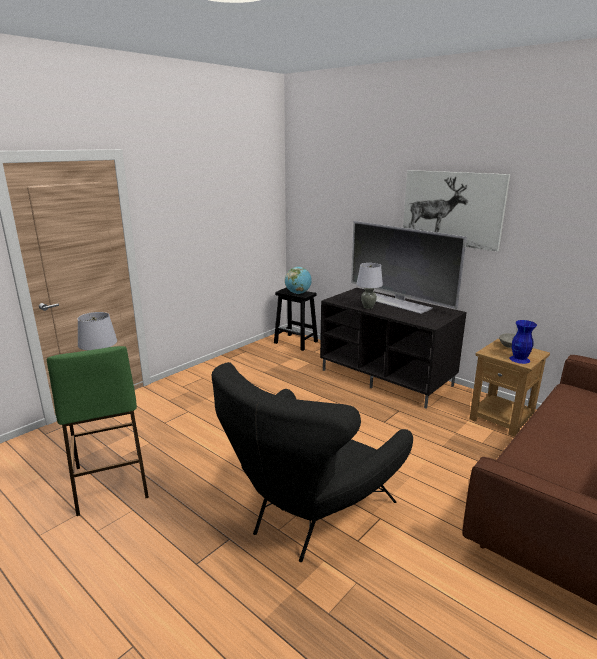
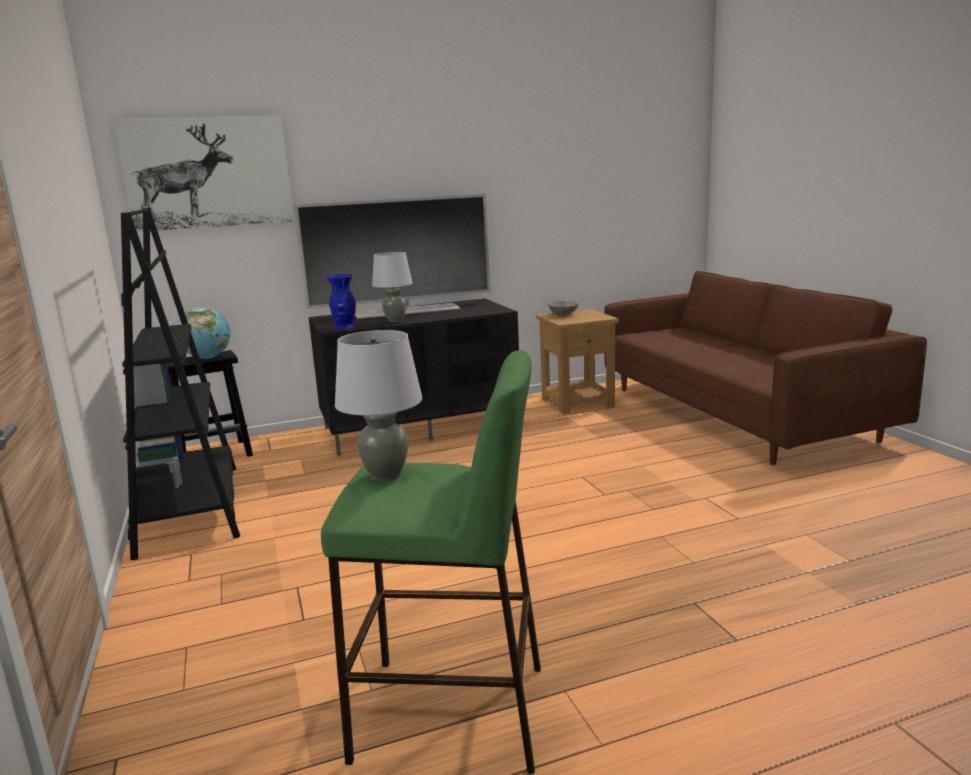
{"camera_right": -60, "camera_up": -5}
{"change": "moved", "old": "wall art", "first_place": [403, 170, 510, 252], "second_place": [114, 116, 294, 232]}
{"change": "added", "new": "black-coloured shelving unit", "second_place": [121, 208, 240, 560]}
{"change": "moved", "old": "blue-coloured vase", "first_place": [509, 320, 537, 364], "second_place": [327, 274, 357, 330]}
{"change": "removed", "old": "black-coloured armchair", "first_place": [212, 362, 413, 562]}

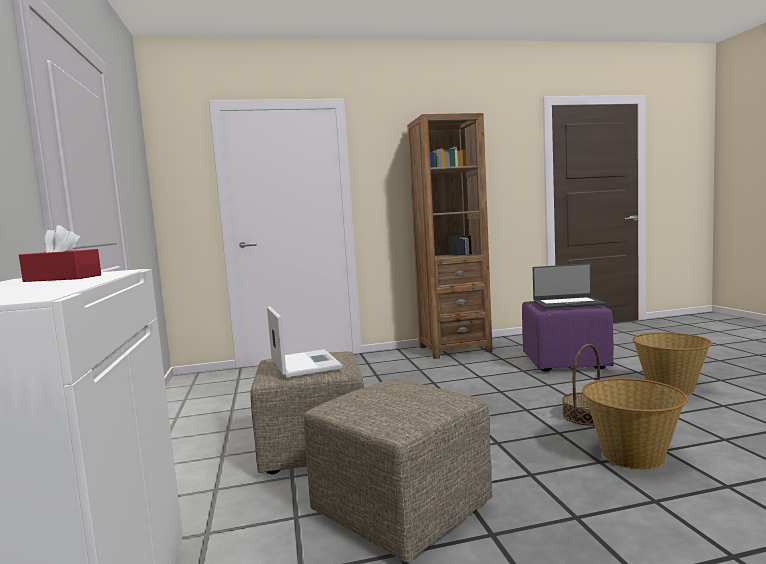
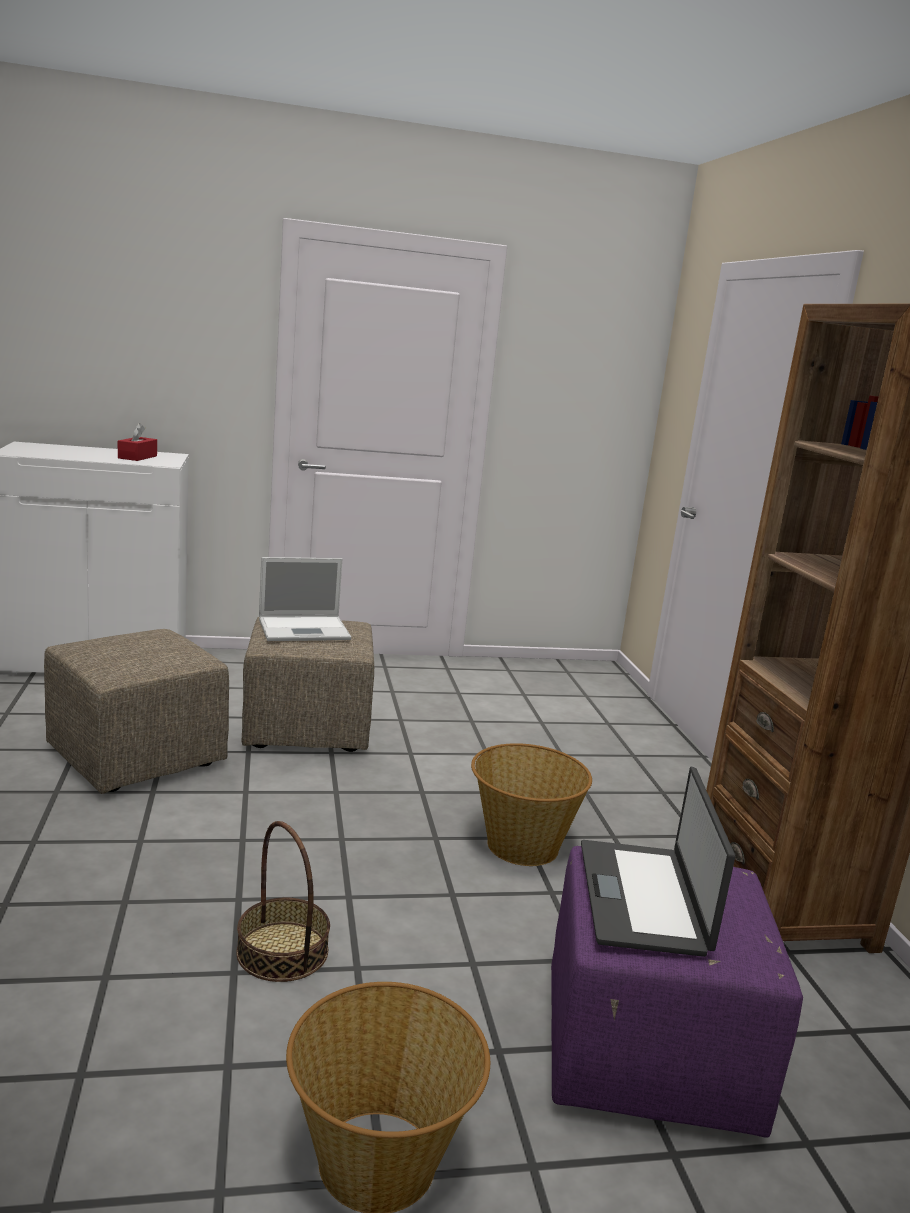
{"camera_right": 90, "camera_up": 10}
{"change": "moved", "old": "storage basket", "first_place": [582, 378, 688, 470], "second_place": [471, 743, 592, 866]}

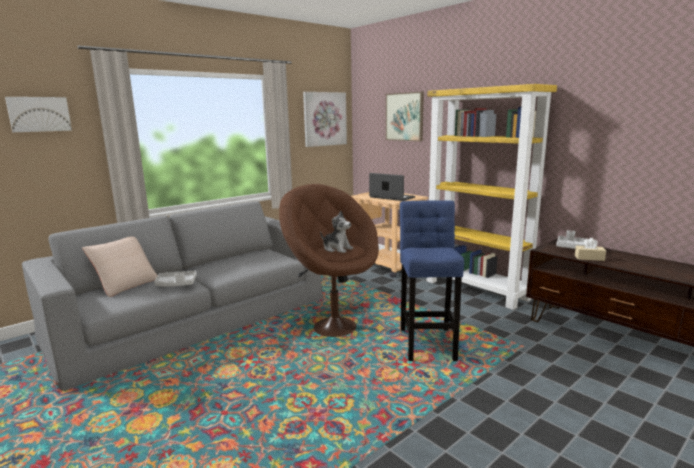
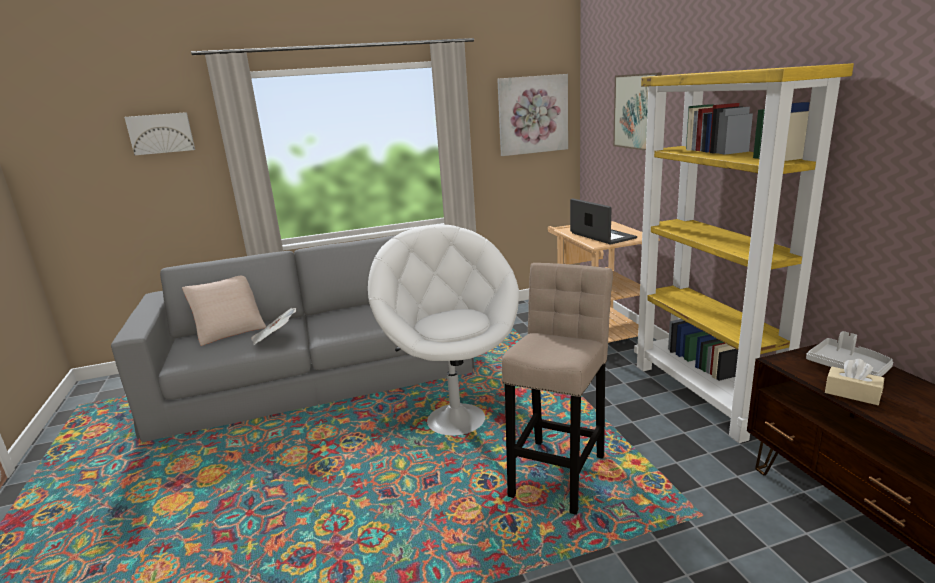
{"camera_right": 25, "camera_up": 5}
{"change": "replaced", "old": "greyish serving tray", "new": "daily paper", "first_place": [154, 271, 197, 286], "second_place": [251, 308, 296, 345]}
{"change": "recoloured", "old": "brown armchair", "new": "white-coloured armchair", "first_place": [279, 184, 379, 337], "second_place": [368, 225, 519, 435]}
{"change": "recoloured", "old": "blue-coloured sitting stool", "new": "beige-coloured sitting stool", "first_place": [400, 200, 464, 361], "second_place": [502, 263, 613, 515]}
{"change": "removed", "old": "cuddly toy", "first_place": [320, 211, 353, 253]}

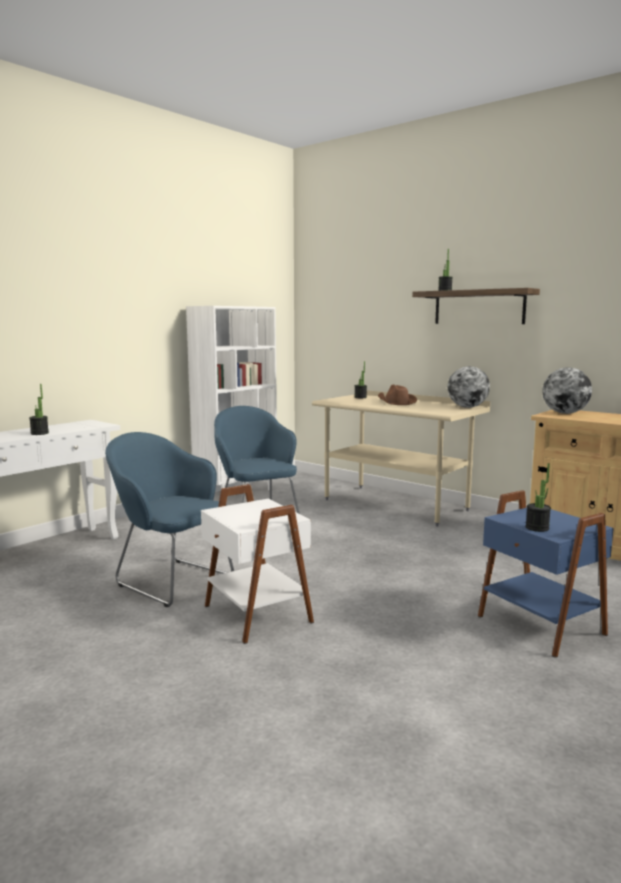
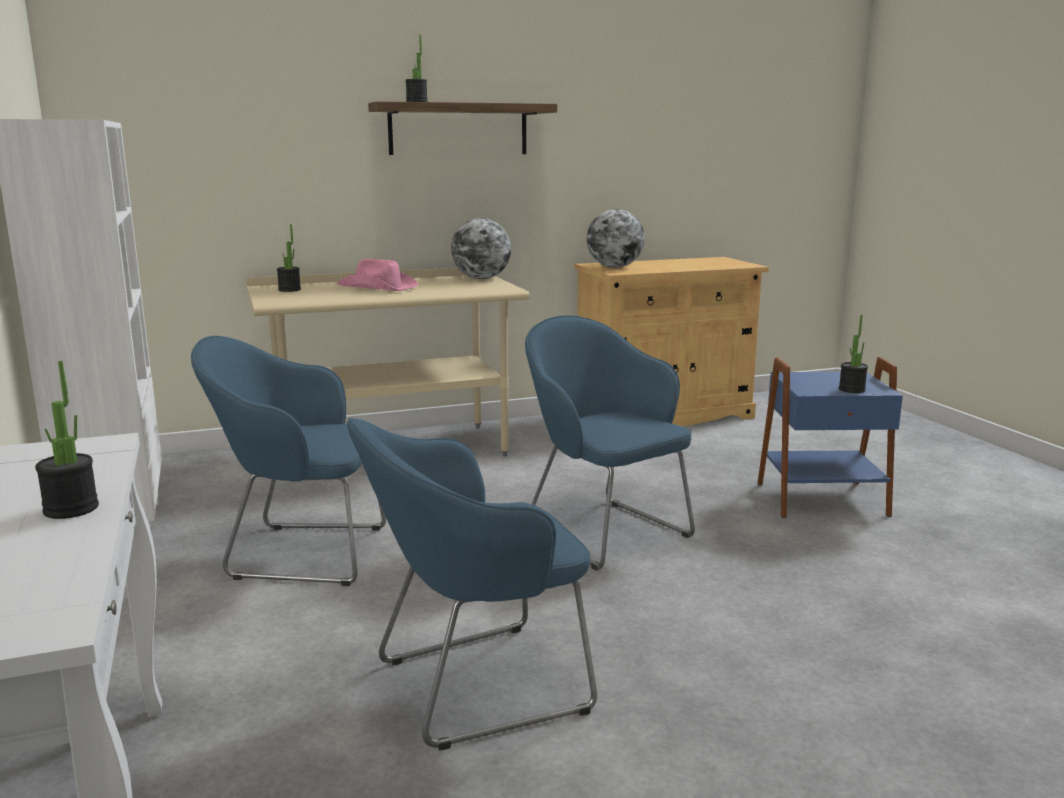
{"camera_right": -60, "camera_up": 5}
{"change": "recoloured", "old": "brown wearable hat", "new": "pink-coloured wearable hat", "first_place": [378, 385, 417, 405], "second_place": [337, 259, 418, 291]}
{"change": "added", "new": "blue-coloured armchair", "second_place": [525, 315, 695, 571]}
{"change": "removed", "old": "white-coloured side table", "first_place": [201, 484, 314, 644]}

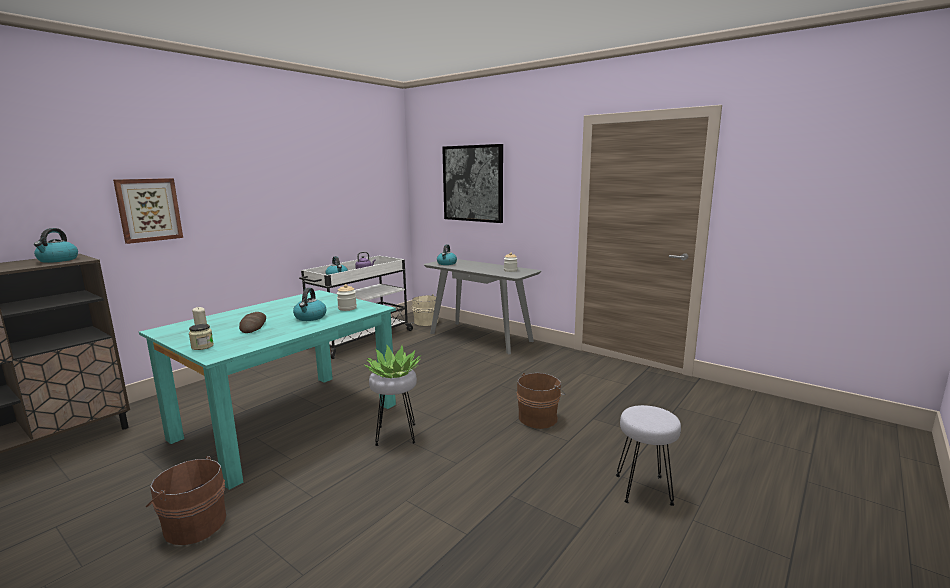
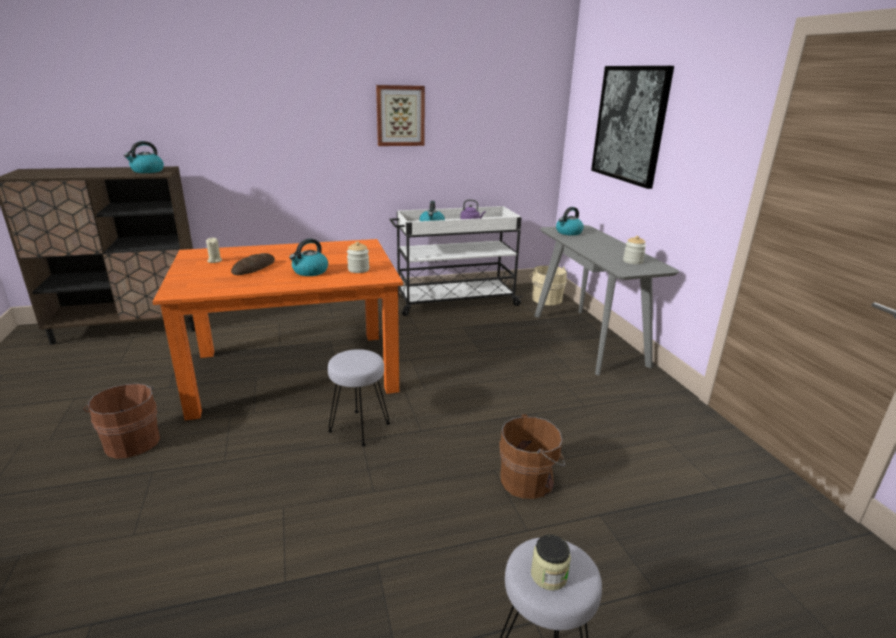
{"camera_right": 35, "camera_up": 10}
{"change": "recoloured", "old": "blue-green kitchen table", "new": "orange kitchen table", "first_place": [139, 290, 396, 490], "second_place": [153, 239, 403, 420]}
{"change": "moved", "old": "wall art", "first_place": [113, 178, 183, 244], "second_place": [376, 85, 425, 146]}
{"change": "moved", "old": "storage jar", "first_place": [189, 324, 214, 350], "second_place": [531, 535, 571, 590]}
{"change": "removed", "old": "plant in a pot", "first_place": [364, 344, 421, 378]}

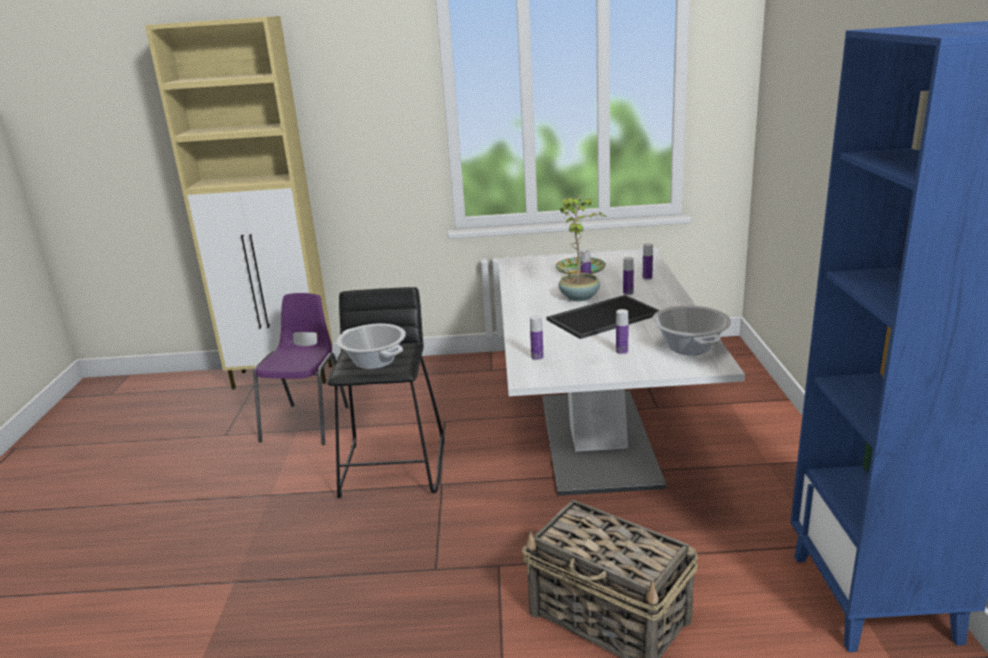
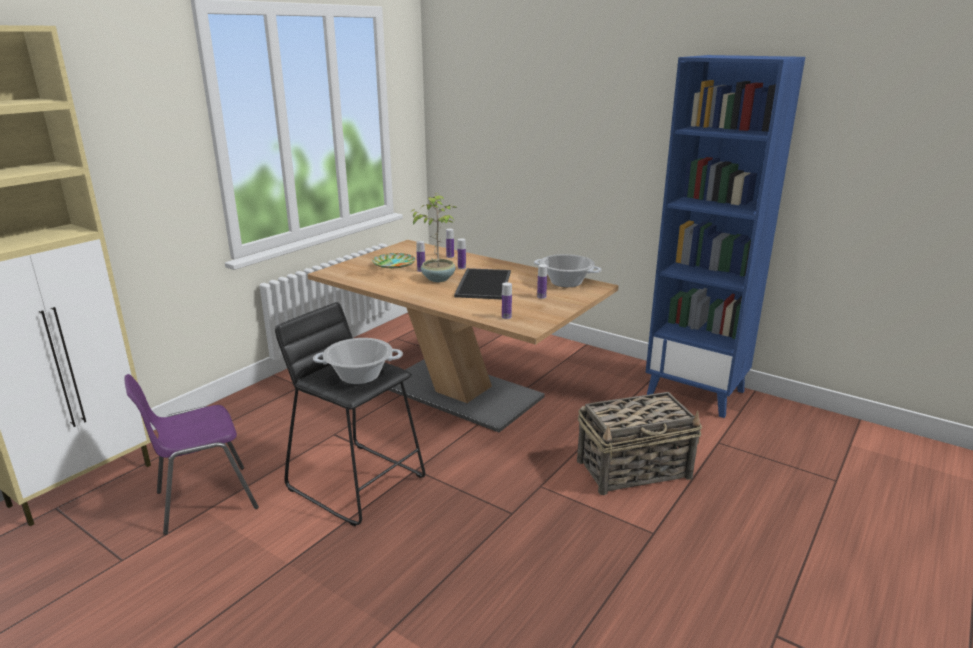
{"camera_right": -55, "camera_up": 0}
{"change": "turned", "old": "purplish plain chair", "first_place": [253, 293, 349, 445], "second_place": [125, 374, 259, 535], "degrees": -75}
{"change": "recoloured", "old": "white-coloured kitchen table", "new": "brown kitchen table", "first_place": [498, 248, 745, 496], "second_place": [307, 240, 619, 432]}

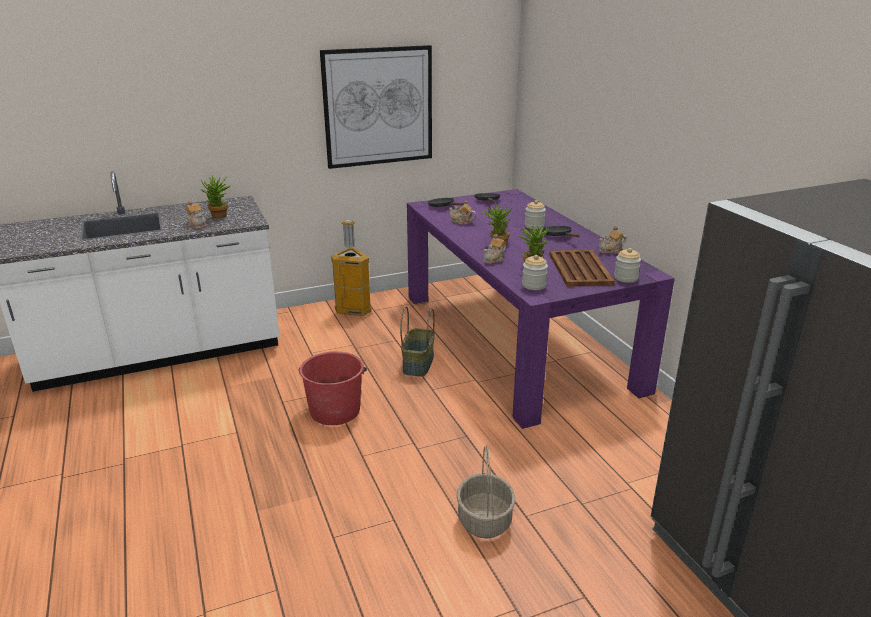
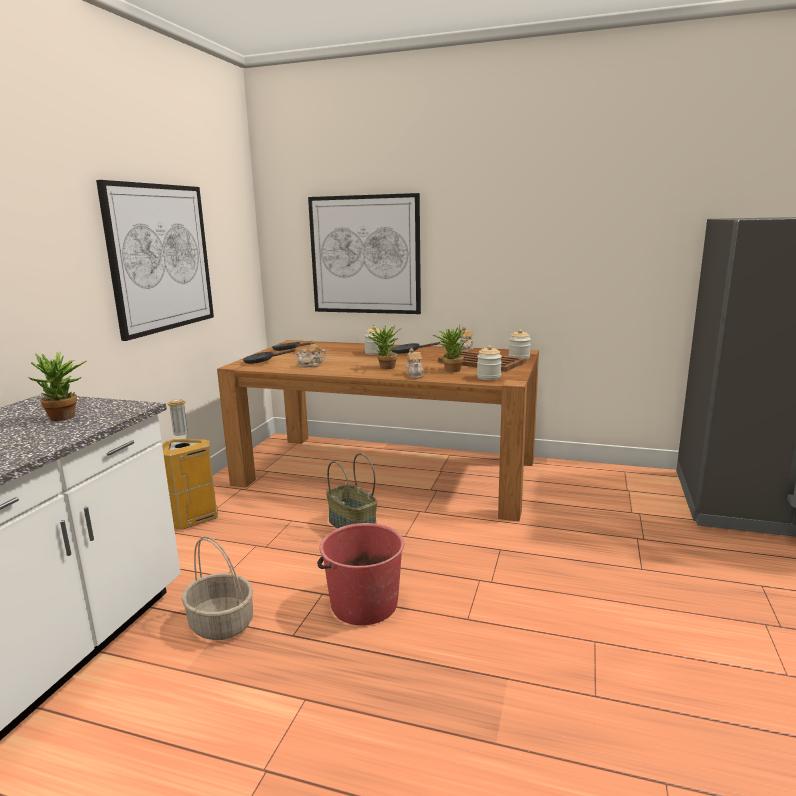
{"camera_right": -50, "camera_up": -10}
{"change": "moved", "old": "storage basket", "first_place": [456, 445, 515, 539], "second_place": [182, 536, 253, 640]}
{"change": "recoloured", "old": "purplish kitchen table", "new": "brown kitchen table", "first_place": [407, 189, 675, 429], "second_place": [217, 340, 539, 521]}
{"change": "added", "new": "wall art", "second_place": [308, 193, 421, 314]}
{"change": "removed", "old": "tea pot", "first_place": [185, 201, 206, 229]}

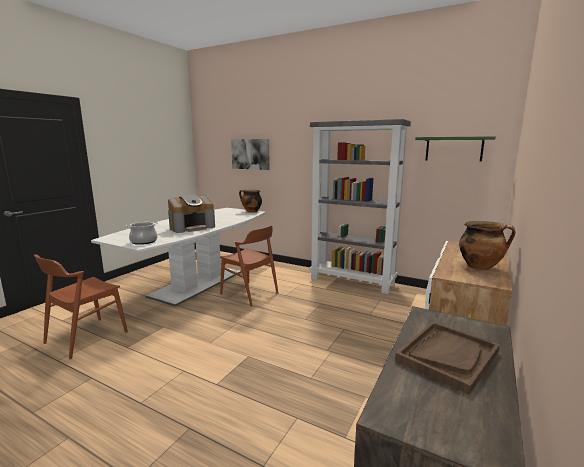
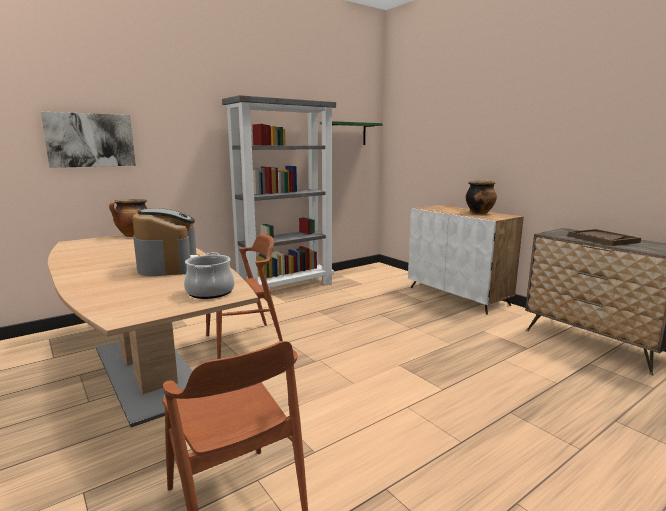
{"camera_right": -65, "camera_up": 0}
{"change": "recoloured", "old": "white-coloured kitchen table", "new": "brown kitchen table", "first_place": [91, 208, 266, 306], "second_place": [48, 235, 258, 427]}

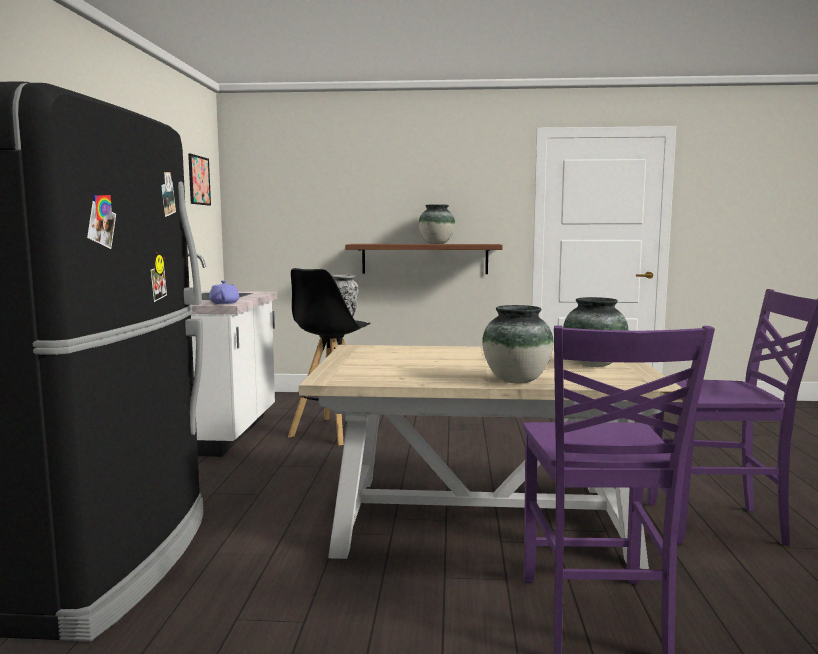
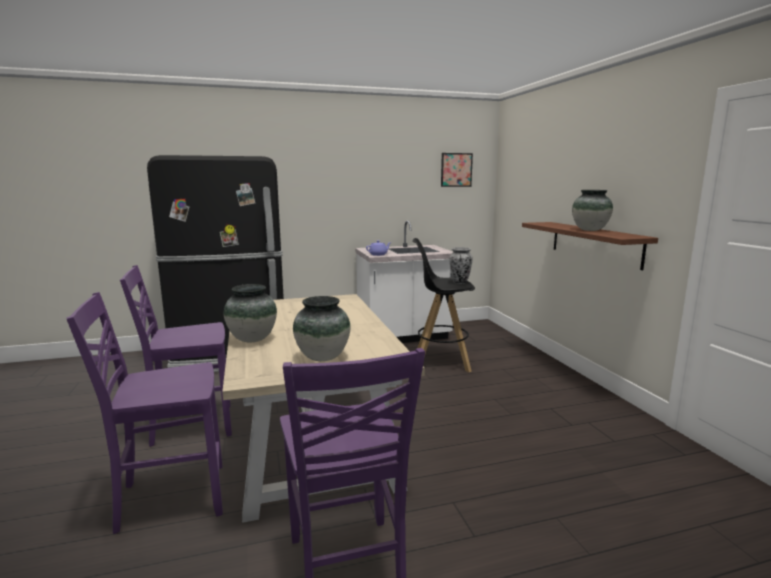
{"camera_right": 70, "camera_up": 5}
{"change": "added", "new": "purplish plain chair", "second_place": [120, 265, 232, 447]}

